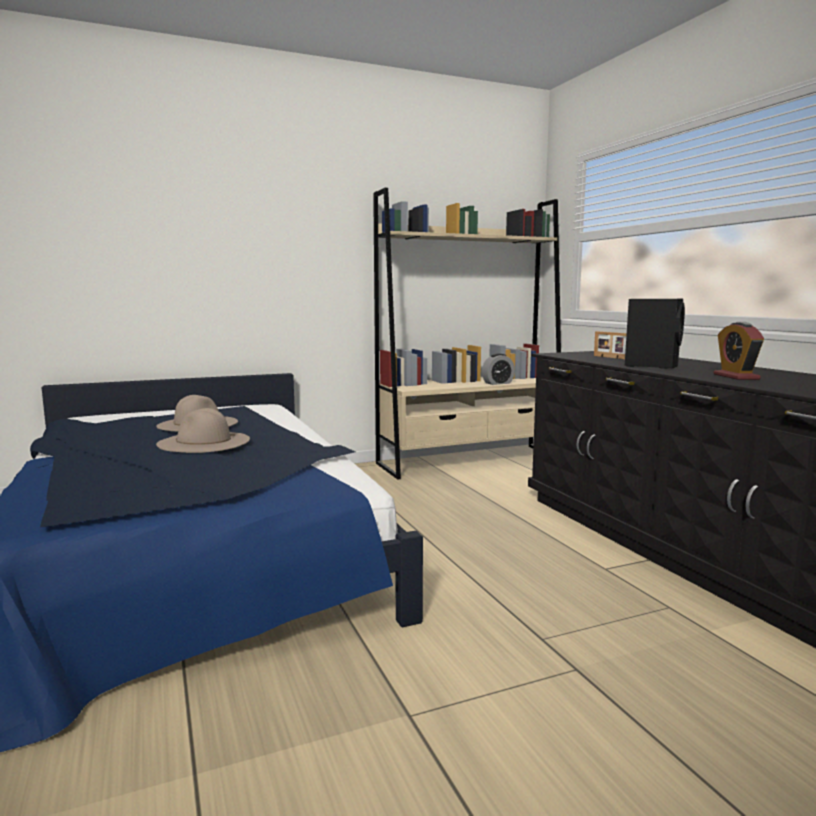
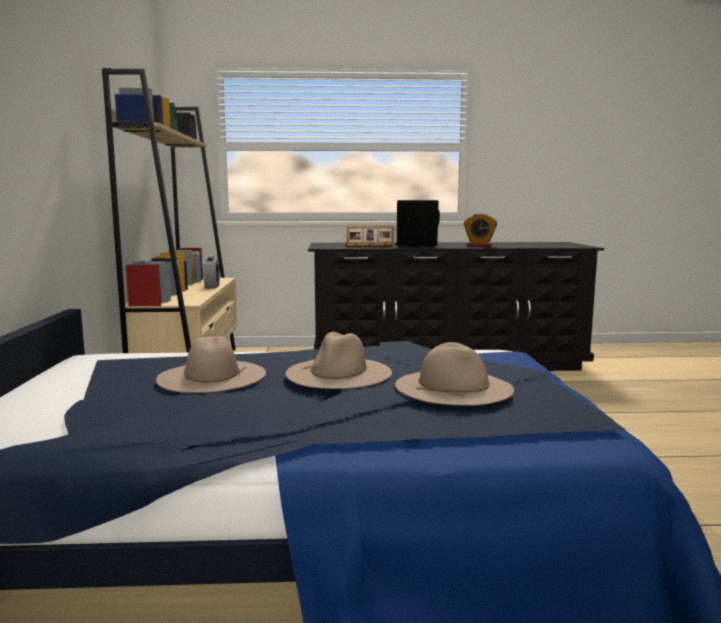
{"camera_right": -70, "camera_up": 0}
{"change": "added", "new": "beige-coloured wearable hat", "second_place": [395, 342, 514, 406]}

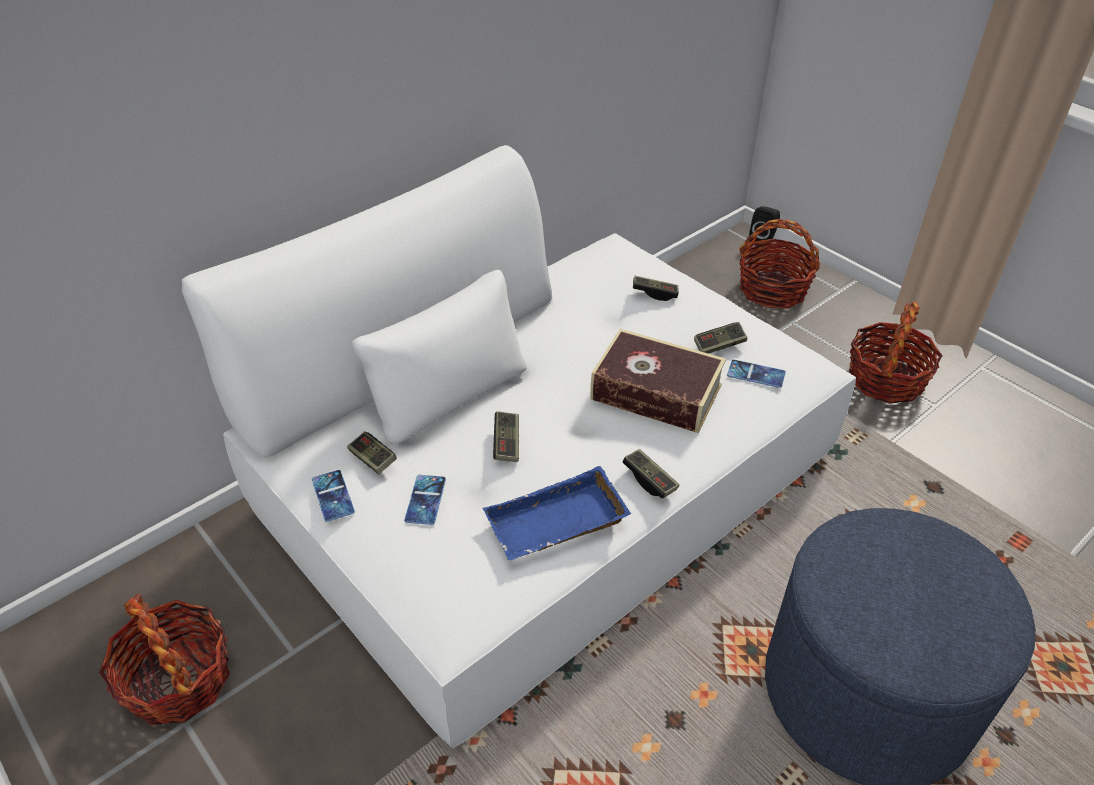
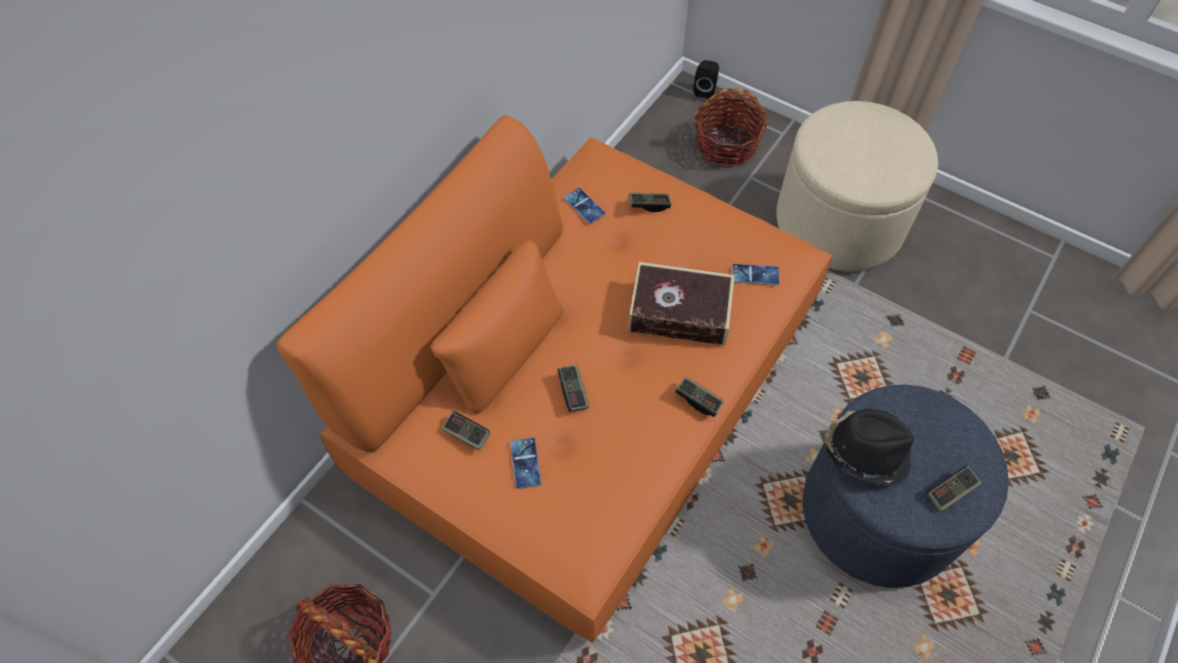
{"camera_right": -15, "camera_up": 15}
{"change": "recoloured", "old": "white-coloured sofa", "new": "orange sofa", "first_place": [182, 145, 856, 748], "second_place": [277, 115, 832, 643]}
{"change": "moved", "old": "handset", "first_place": [312, 470, 355, 522], "second_place": [564, 188, 606, 224]}
{"change": "replaced", "old": "storage basket", "new": "beige-coloured ottoman", "first_place": [849, 302, 942, 404], "second_place": [776, 101, 938, 271]}
{"change": "added", "new": "black-coloured wearable hat", "second_place": [824, 409, 914, 486]}
{"change": "moved", "old": "game controller", "first_place": [694, 322, 747, 354], "second_place": [927, 466, 982, 511]}
{"change": "removed", "old": "blue-coloured serving tray", "first_place": [482, 466, 631, 561]}

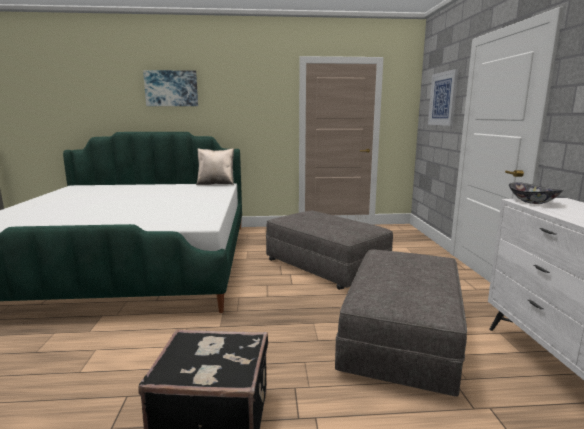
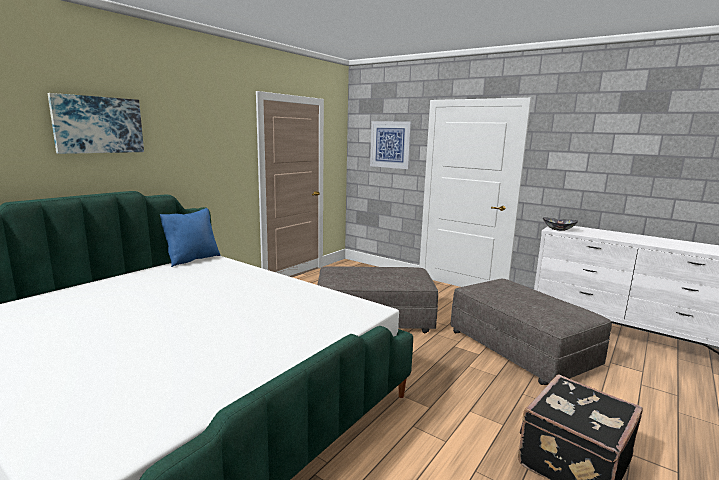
{"camera_right": -50, "camera_up": 0}
{"change": "recoloured", "old": "beige-coloured cushion", "new": "blue-coloured cushion", "first_place": [196, 148, 234, 185], "second_place": [160, 208, 221, 267]}

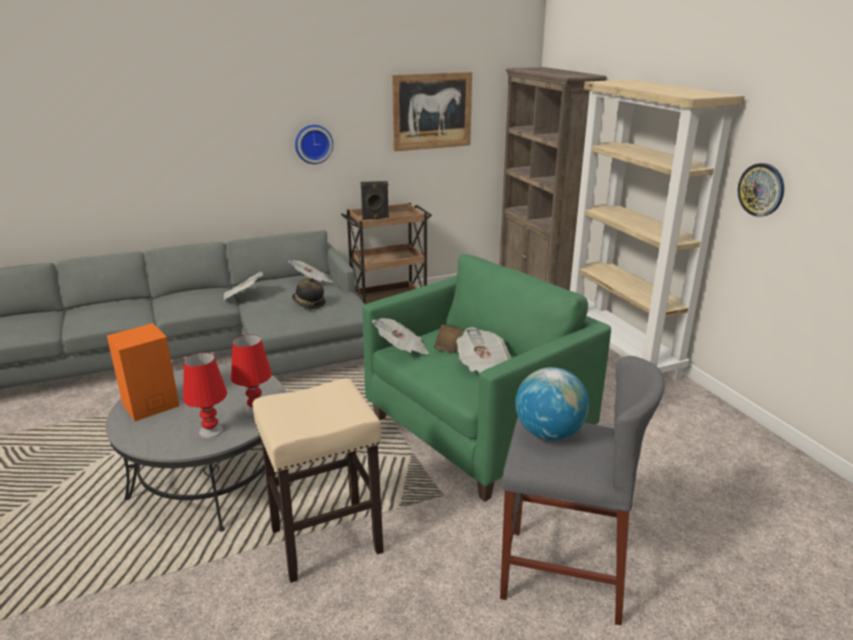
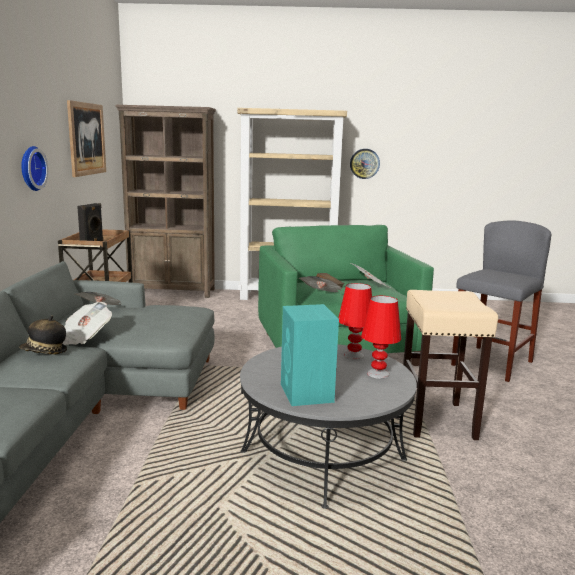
{"camera_right": -65, "camera_up": -10}
{"change": "moved", "old": "wearable hat", "first_place": [292, 278, 326, 309], "second_place": [19, 315, 67, 355]}
{"change": "recoloured", "old": "orange loudspeaker", "new": "blue-green loudspeaker", "first_place": [107, 323, 179, 421], "second_place": [281, 304, 339, 406]}
{"change": "removed", "old": "world globe", "first_place": [515, 367, 589, 441]}

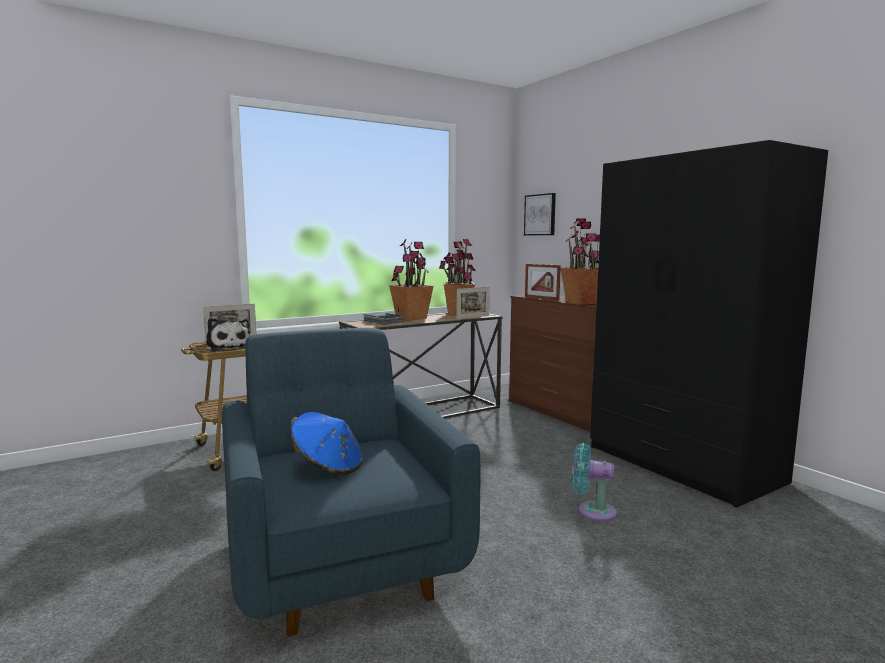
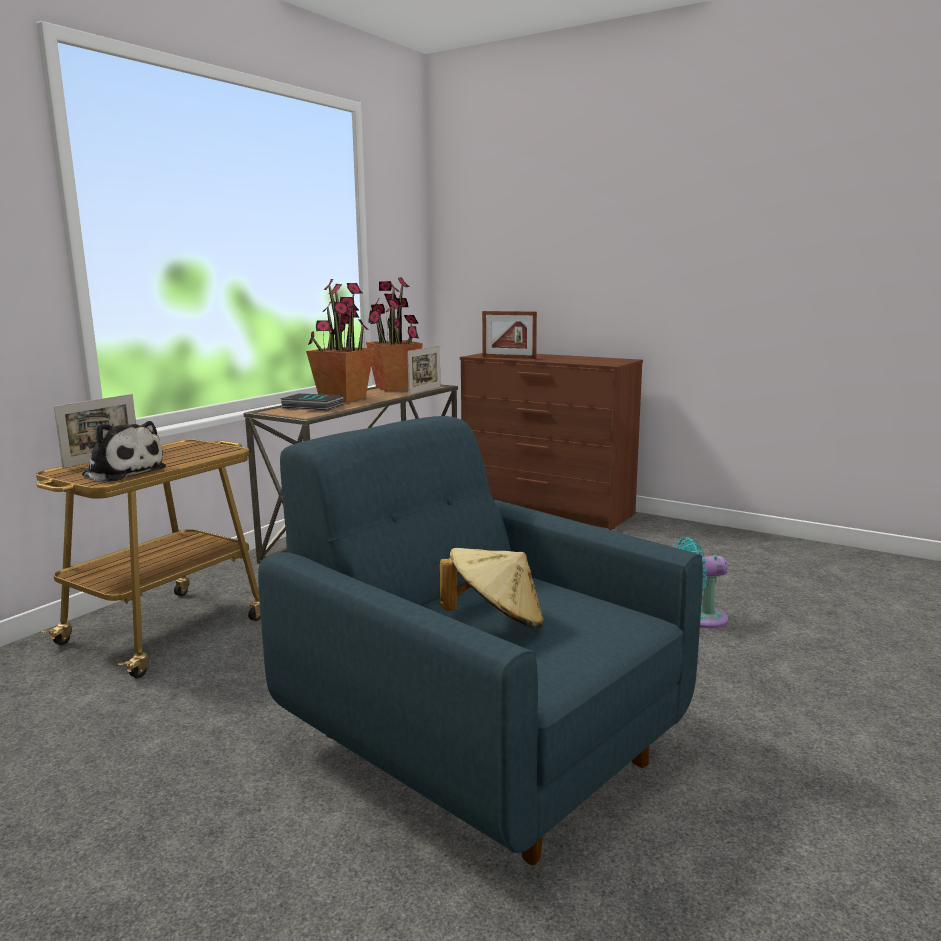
{"camera_right": -25, "camera_up": 5}
{"change": "recoloured", "old": "blue-coloured wearable hat", "new": "beige-coloured wearable hat", "first_place": [291, 412, 363, 475], "second_place": [440, 548, 544, 628]}
{"change": "removed", "old": "wall art", "first_place": [524, 193, 556, 235]}
{"change": "removed", "old": "plant in a pot", "first_place": [560, 218, 600, 305]}
{"change": "removed", "old": "black-coloured clothes cupboard", "first_place": [590, 140, 828, 508]}

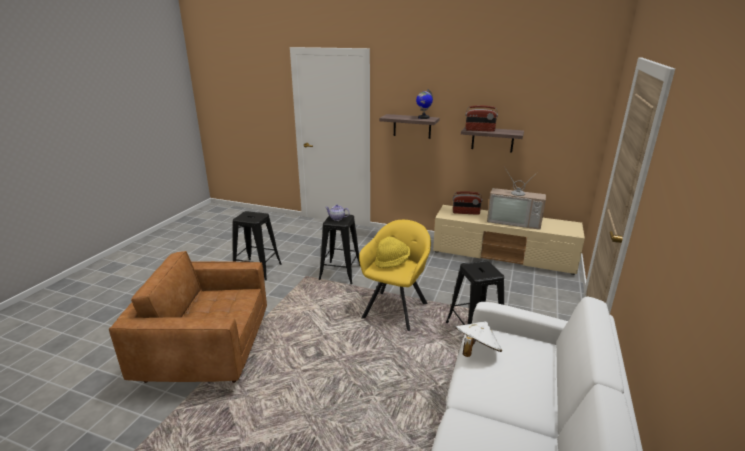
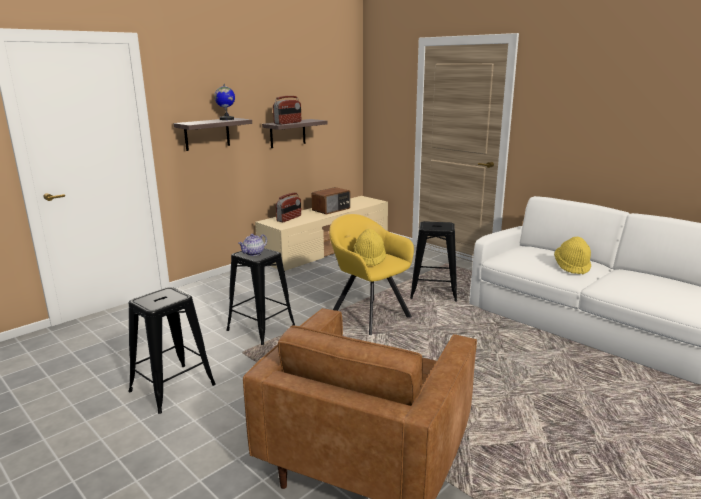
{"camera_right": -65, "camera_up": -5}
{"change": "replaced", "old": "television", "new": "radio", "first_place": [487, 168, 546, 230], "second_place": [312, 187, 350, 215]}
{"change": "added", "new": "yellow wearable hat", "second_place": [554, 237, 591, 274]}
{"change": "removed", "old": "white-coloured wearable hat", "first_place": [455, 321, 502, 357]}

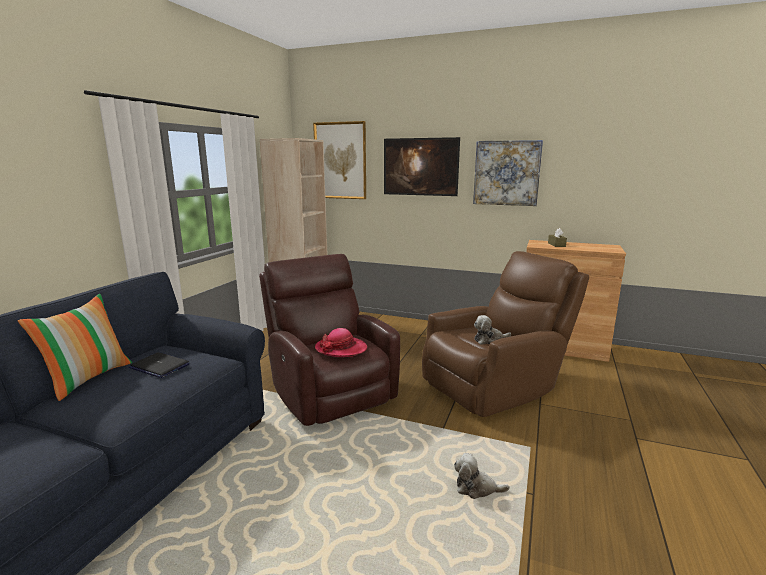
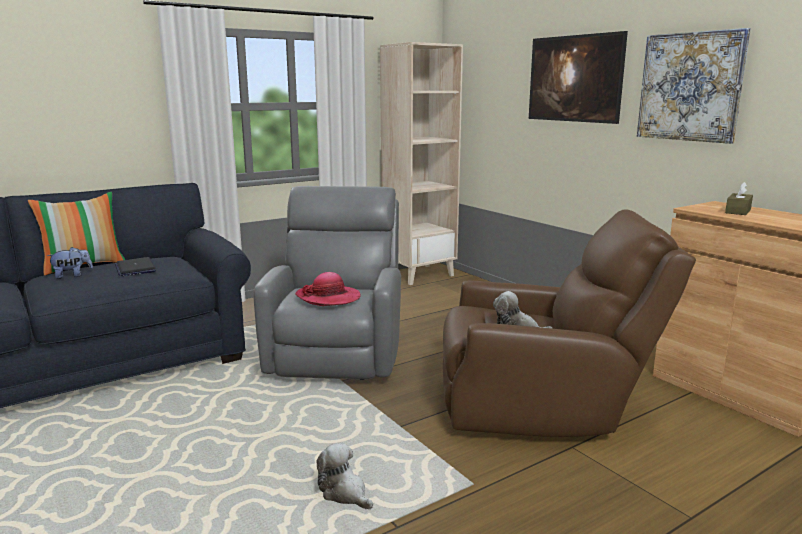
{"camera_right": 35, "camera_up": 0}
{"change": "added", "new": "cuddly toy", "second_place": [47, 247, 93, 279]}
{"change": "recoloured", "old": "brown armchair", "new": "greyish armchair", "first_place": [259, 254, 400, 426], "second_place": [254, 186, 401, 380]}
{"change": "removed", "old": "wall art", "first_place": [313, 121, 366, 199]}

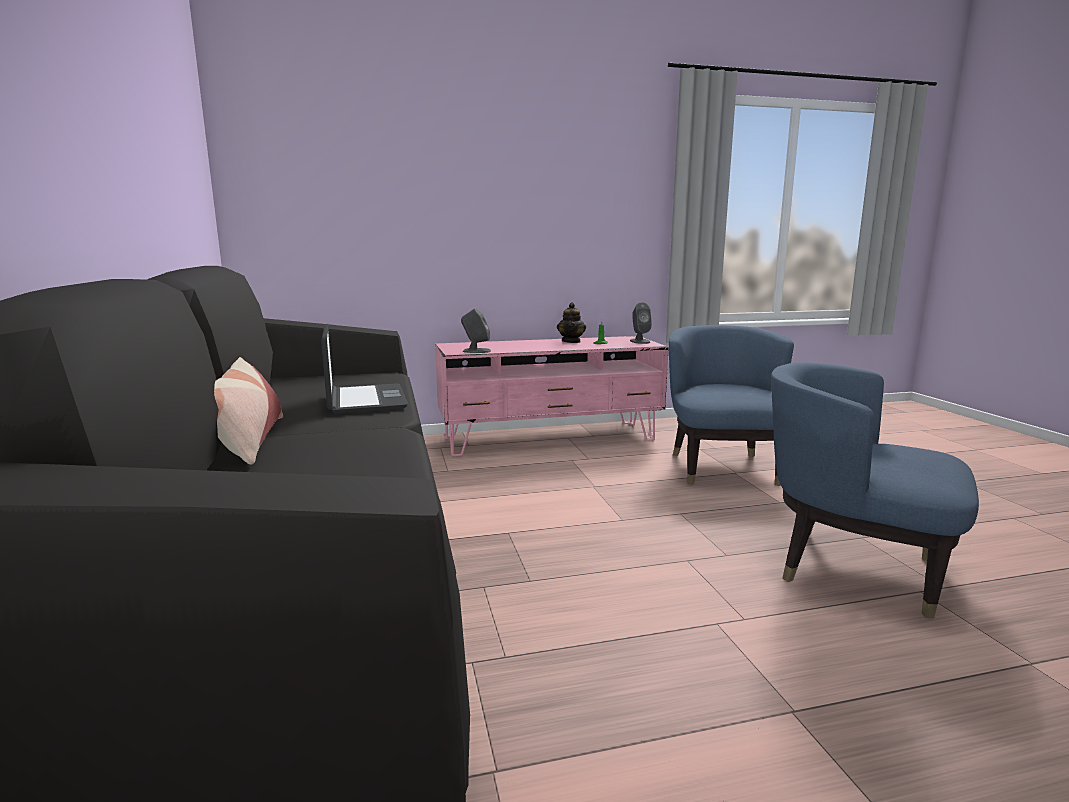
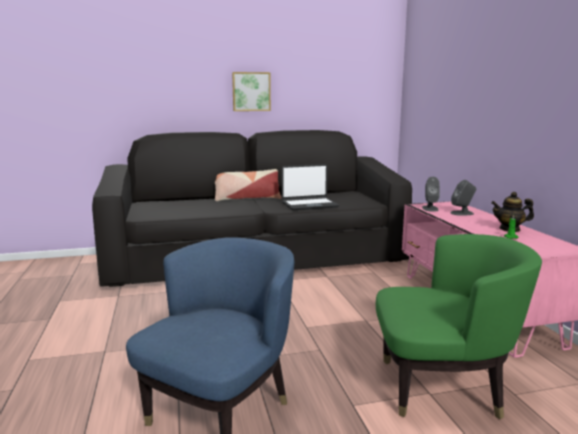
{"camera_right": 90, "camera_up": 0}
{"change": "added", "new": "wall art", "second_place": [232, 72, 271, 111]}
{"change": "recoloured", "old": "blue-coloured armchair", "new": "green-coloured armchair", "first_place": [669, 325, 794, 486], "second_place": [376, 234, 542, 419]}
{"change": "moved", "old": "greyish loudspeaker", "first_place": [630, 302, 652, 344], "second_place": [451, 180, 476, 216]}

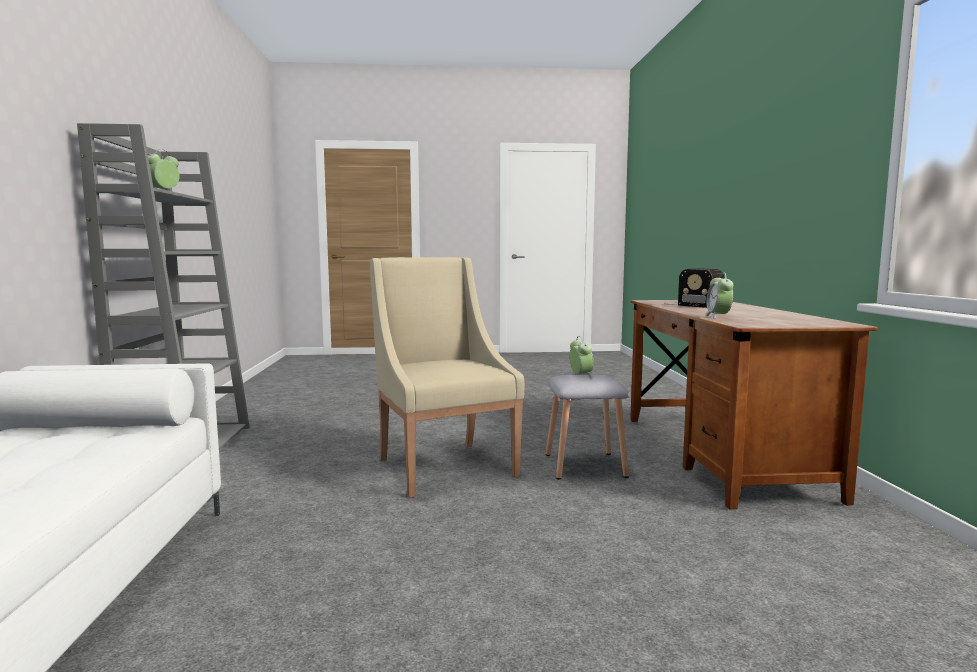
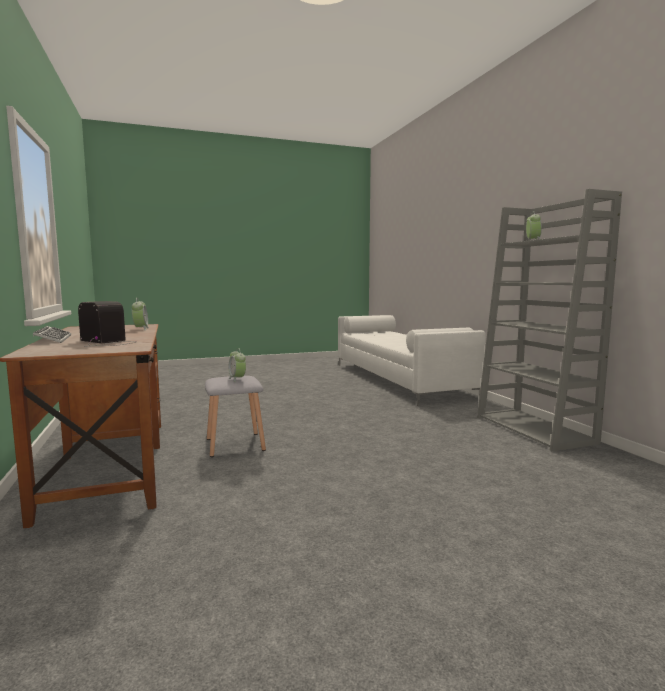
{"camera_right": 165, "camera_up": 0}
{"change": "added", "new": "computer keyboard", "second_place": [33, 326, 71, 343]}
{"change": "removed", "old": "beige-coloured armchair", "first_place": [370, 257, 524, 498]}

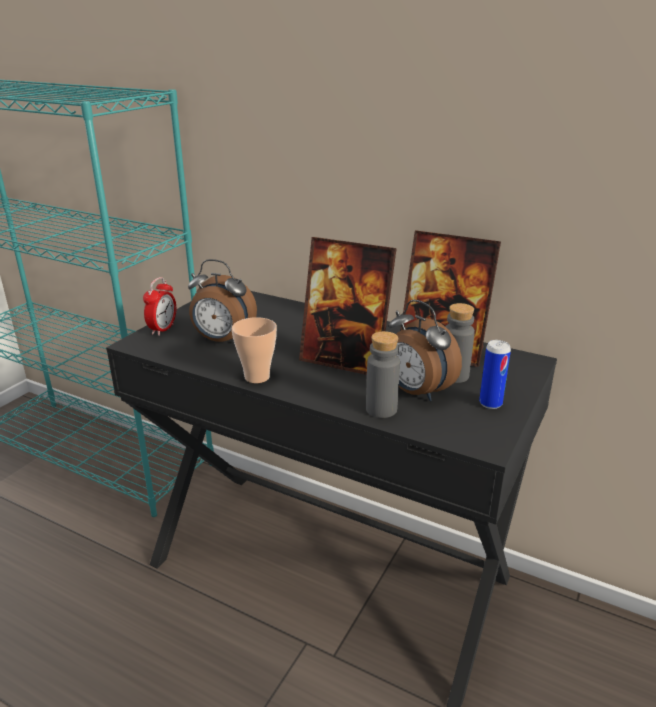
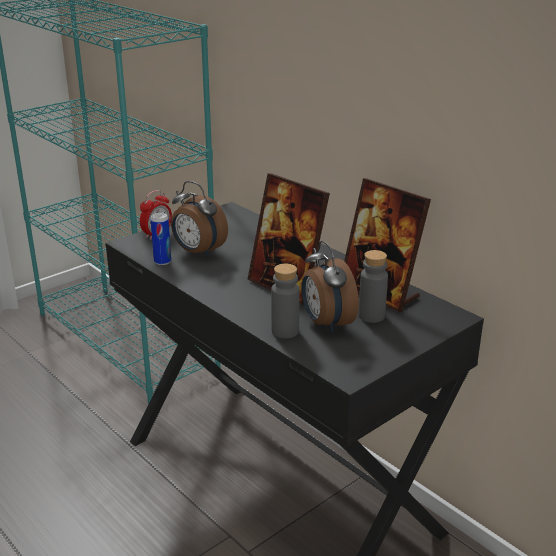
{"camera_right": 20, "camera_up": 0}
{"change": "moved", "old": "metal can", "first_place": [479, 340, 511, 409], "second_place": [150, 212, 171, 265]}
{"change": "removed", "old": "cup", "first_place": [232, 317, 277, 383]}

